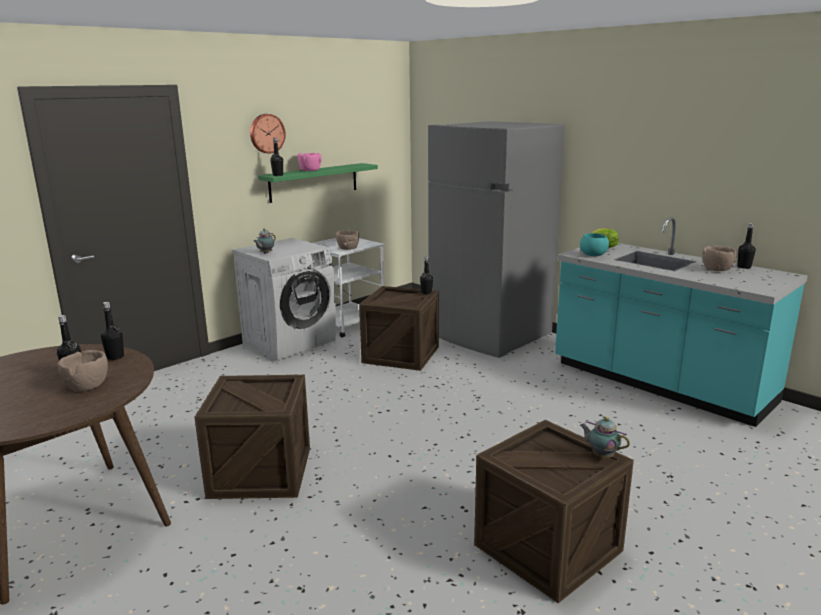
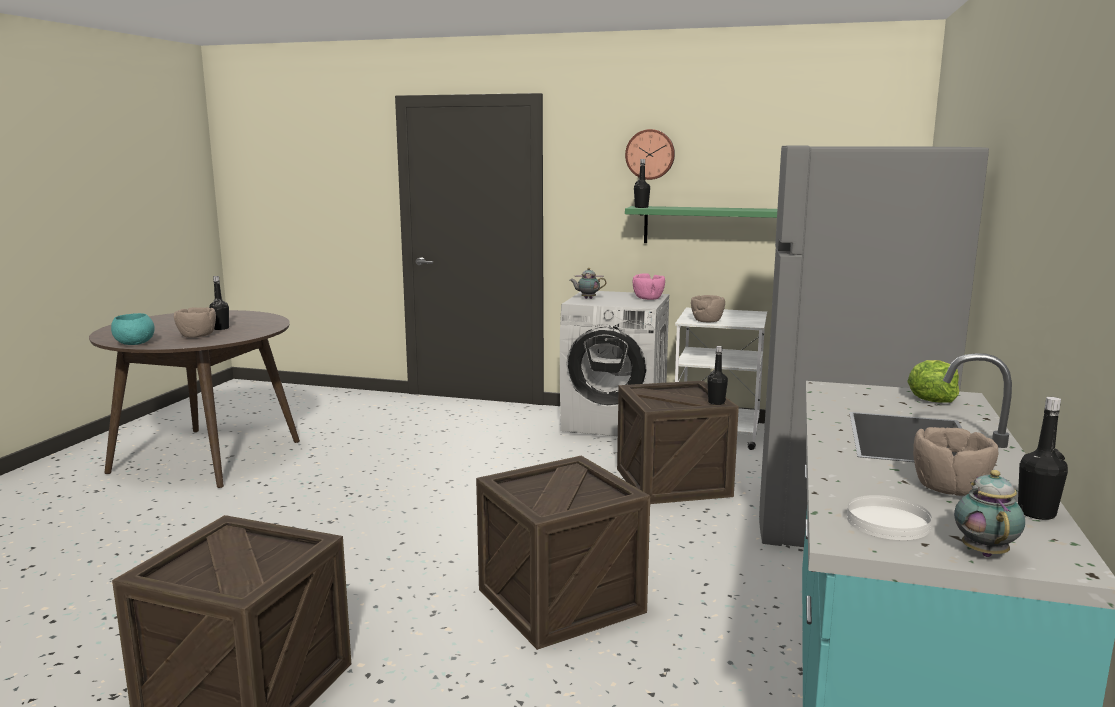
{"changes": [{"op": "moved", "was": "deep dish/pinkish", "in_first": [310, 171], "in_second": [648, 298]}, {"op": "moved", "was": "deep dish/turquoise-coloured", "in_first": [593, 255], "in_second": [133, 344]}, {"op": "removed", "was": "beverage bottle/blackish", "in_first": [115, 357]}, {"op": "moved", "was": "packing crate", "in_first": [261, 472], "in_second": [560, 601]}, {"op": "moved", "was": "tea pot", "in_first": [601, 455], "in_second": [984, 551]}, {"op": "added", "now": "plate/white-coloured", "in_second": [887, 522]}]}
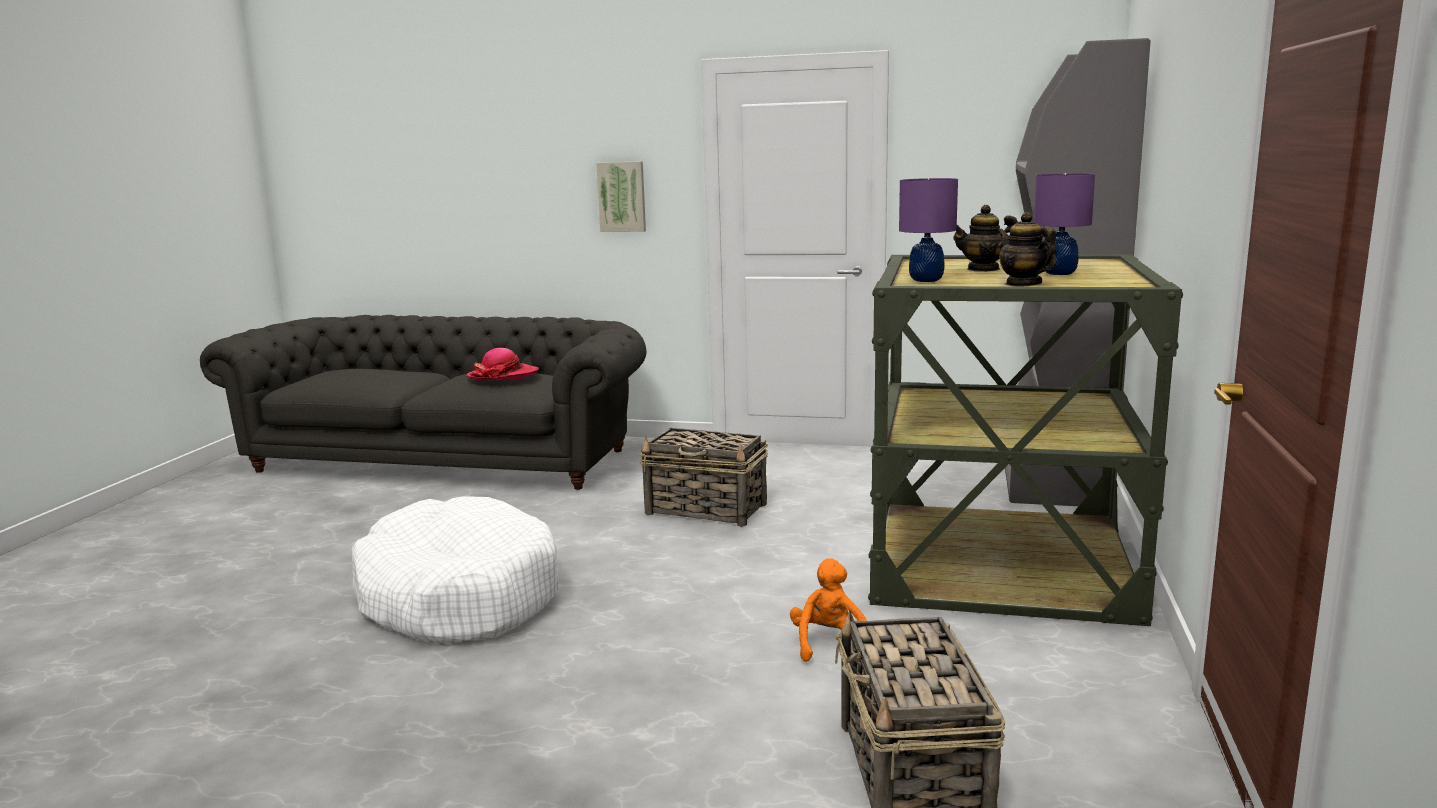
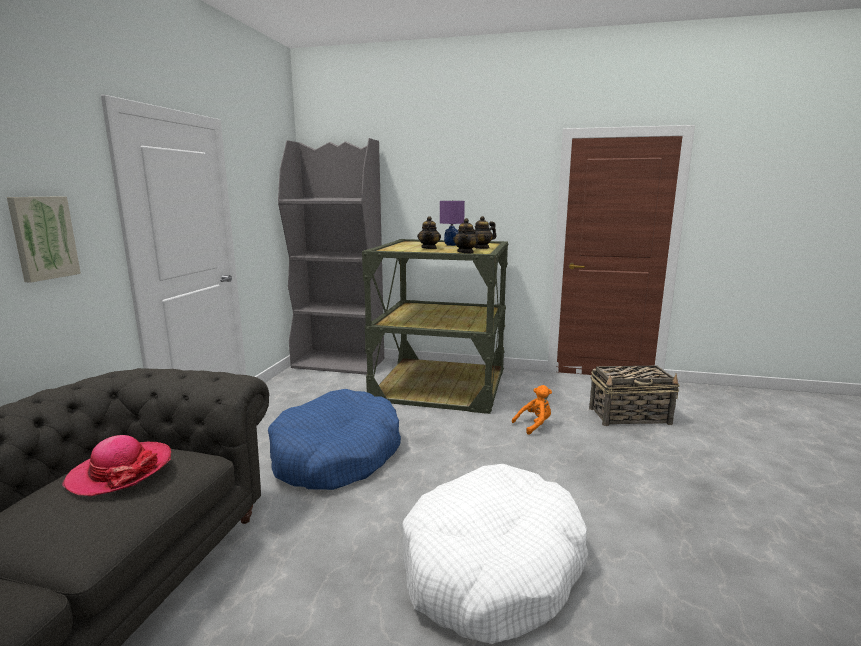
{"changes": [{"op": "replaced", "was": "lamp for a table/purplish", "now": "tea pot", "in_first": [927, 281], "in_second": [465, 252]}, {"op": "replaced", "was": "household basket", "now": "dog bed/blue", "in_first": [707, 509], "in_second": [336, 455]}, {"op": "turned", "was": "soft toy/orange-coloured", "in_first": [828, 645], "in_second": [534, 425], "clockwise": 150}]}
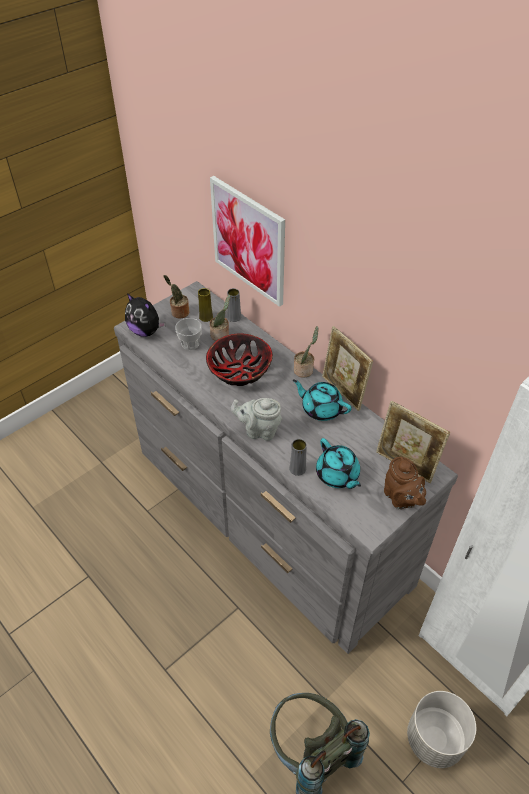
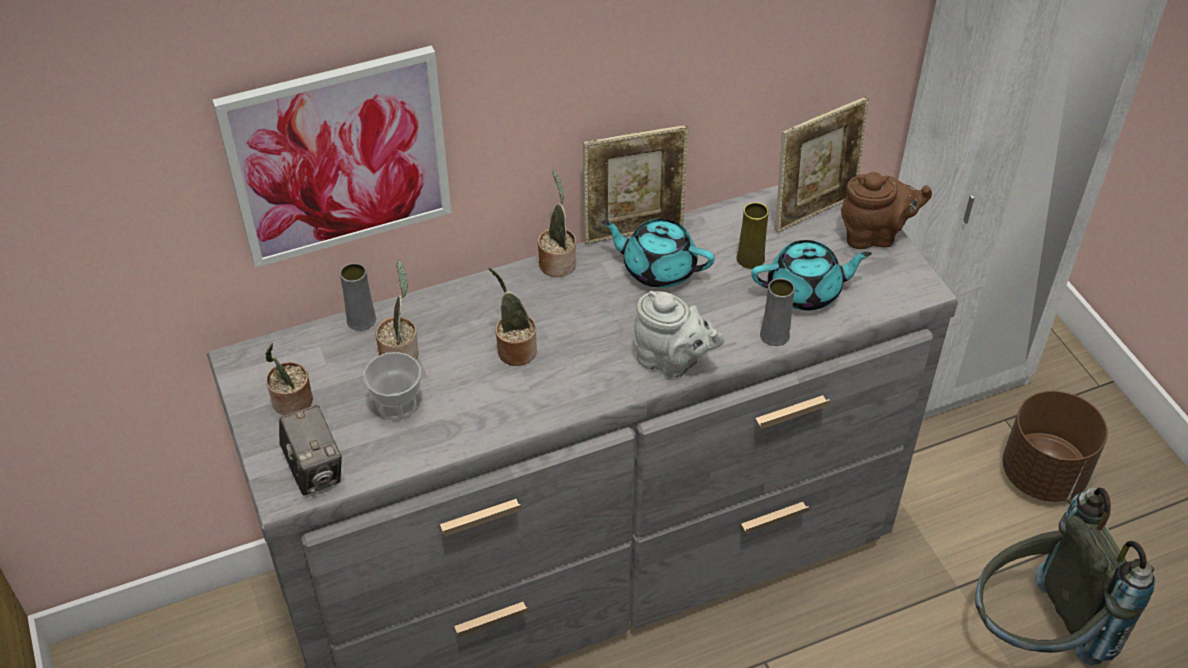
{"changes": [{"op": "moved", "was": "vase/yellow", "in_first": [206, 317], "in_second": [750, 259]}, {"op": "replaced", "was": "soft toy", "now": "still camera", "in_first": [146, 331], "in_second": [315, 470]}, {"op": "replaced", "was": "deep dish", "now": "plant in a pot", "in_first": [240, 371], "in_second": [514, 350]}, {"op": "turned", "was": "tea pot/turquoise-coloured", "in_first": [321, 409], "in_second": [658, 268], "clockwise": 60}, {"op": "turned", "was": "tea pot/grey", "in_first": [259, 431], "in_second": [672, 361], "clockwise": -90}, {"op": "recoloured", "was": "plant pot/grey", "now": "plant pot/brownish", "in_first": [434, 739], "in_second": [1043, 474]}]}
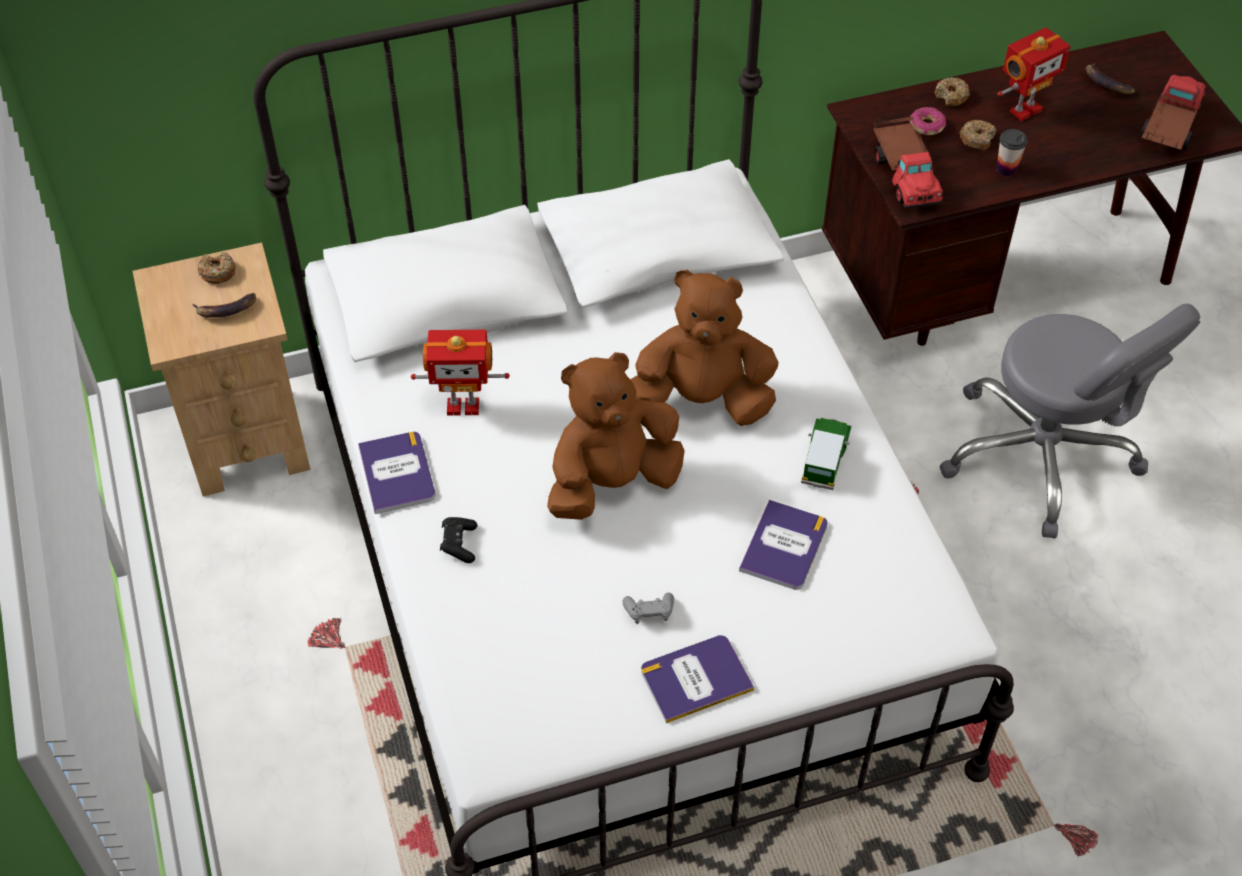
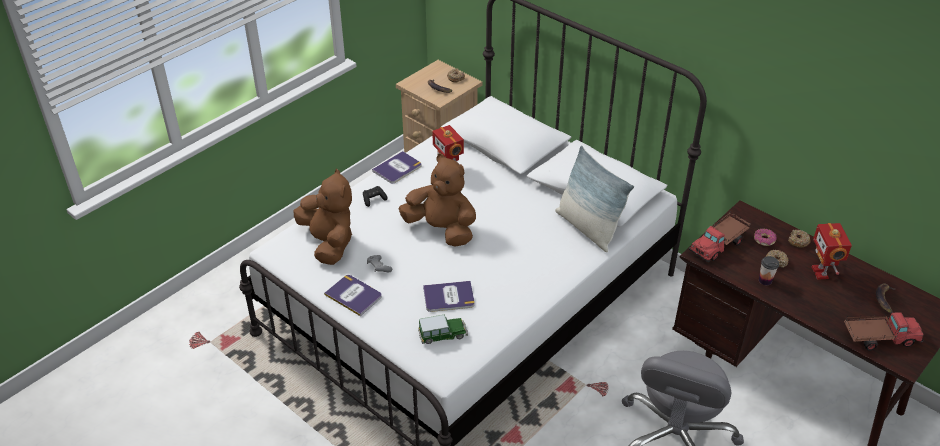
{"changes": [{"op": "turned", "was": "model robot", "in_first": [1024, 109], "in_second": [821, 272], "clockwise": 60}, {"op": "moved", "was": "soft toy/brownish", "in_first": [701, 400], "in_second": [329, 243]}, {"op": "moved", "was": "toy car", "in_first": [825, 458], "in_second": [443, 334]}, {"op": "added", "now": "pillow", "in_second": [587, 228]}]}
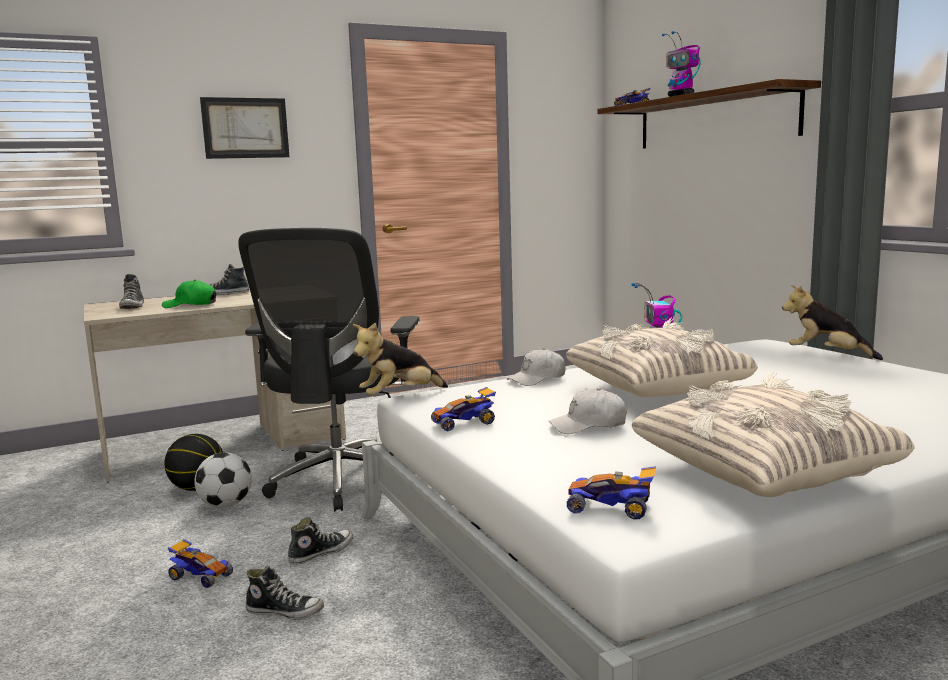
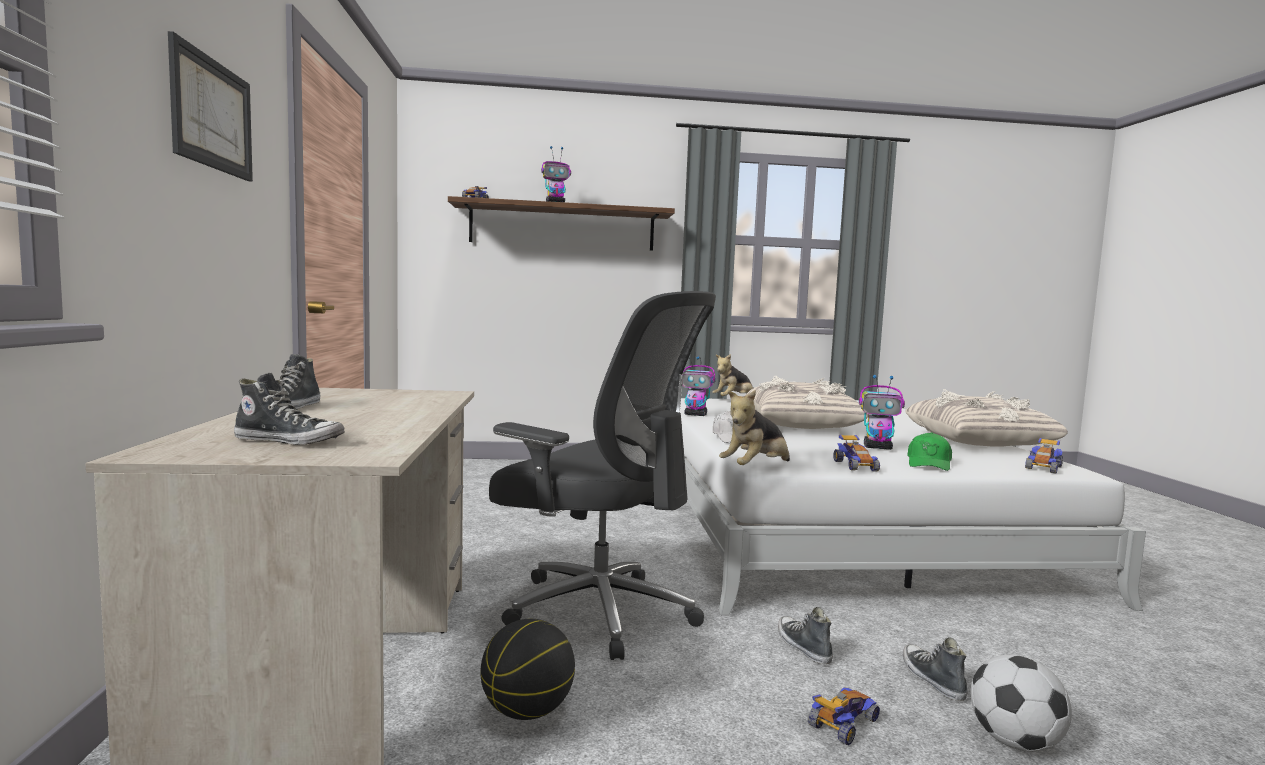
{"changes": [{"op": "moved", "was": "peaked cap/green", "in_first": [190, 305], "in_second": [929, 463]}, {"op": "turned", "was": "soft toy", "in_first": [399, 397], "in_second": [756, 468], "clockwise": 60}, {"op": "replaced", "was": "peaked cap/white-coloured", "now": "model robot", "in_first": [588, 425], "in_second": [878, 447]}, {"op": "moved", "was": "ball for football", "in_first": [226, 505], "in_second": [1014, 742]}, {"op": "turned", "was": "low shoe", "in_first": [285, 612], "in_second": [932, 679], "clockwise": -45}]}
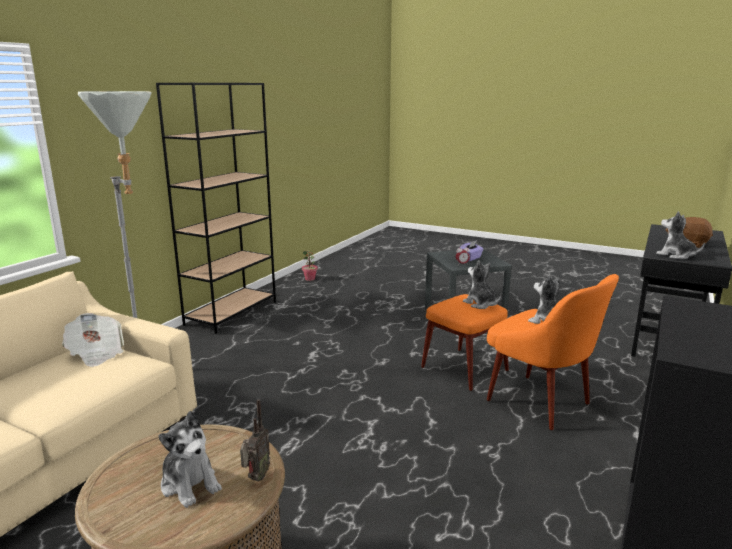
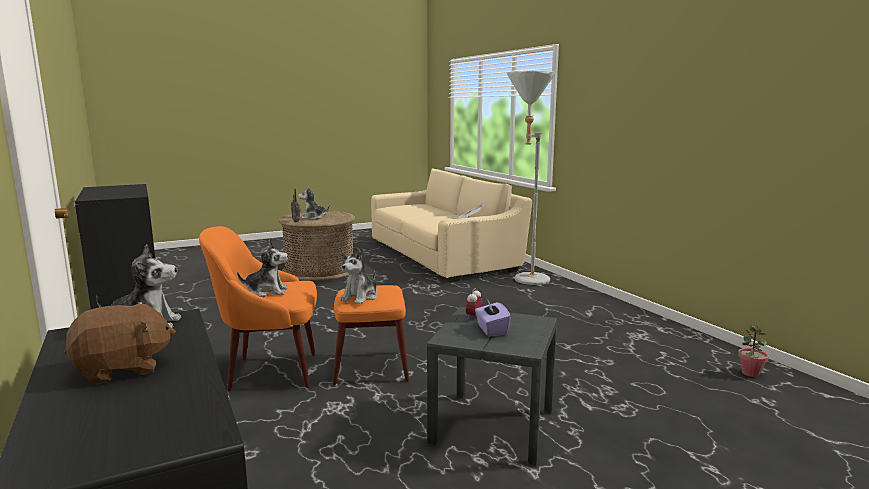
{"changes": [{"op": "removed", "was": "bookshelf/beige", "in_first": [231, 312]}, {"op": "turned", "was": "soft toy", "in_first": [481, 304], "in_second": [360, 297], "clockwise": 120}]}
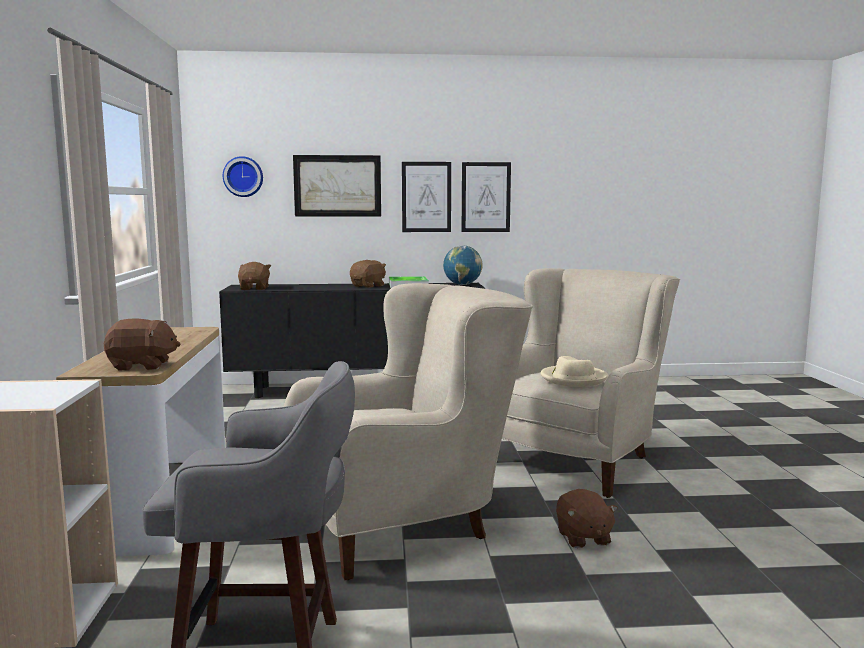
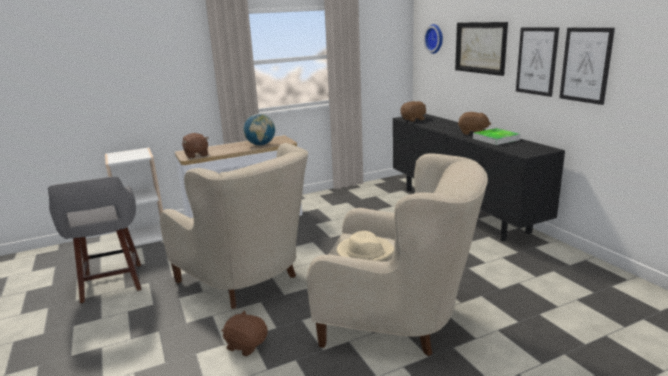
{"changes": [{"op": "moved", "was": "globe", "in_first": [462, 284], "in_second": [261, 145]}, {"op": "turned", "was": "soft toy/brownish", "in_first": [583, 538], "in_second": [246, 345], "clockwise": 60}]}
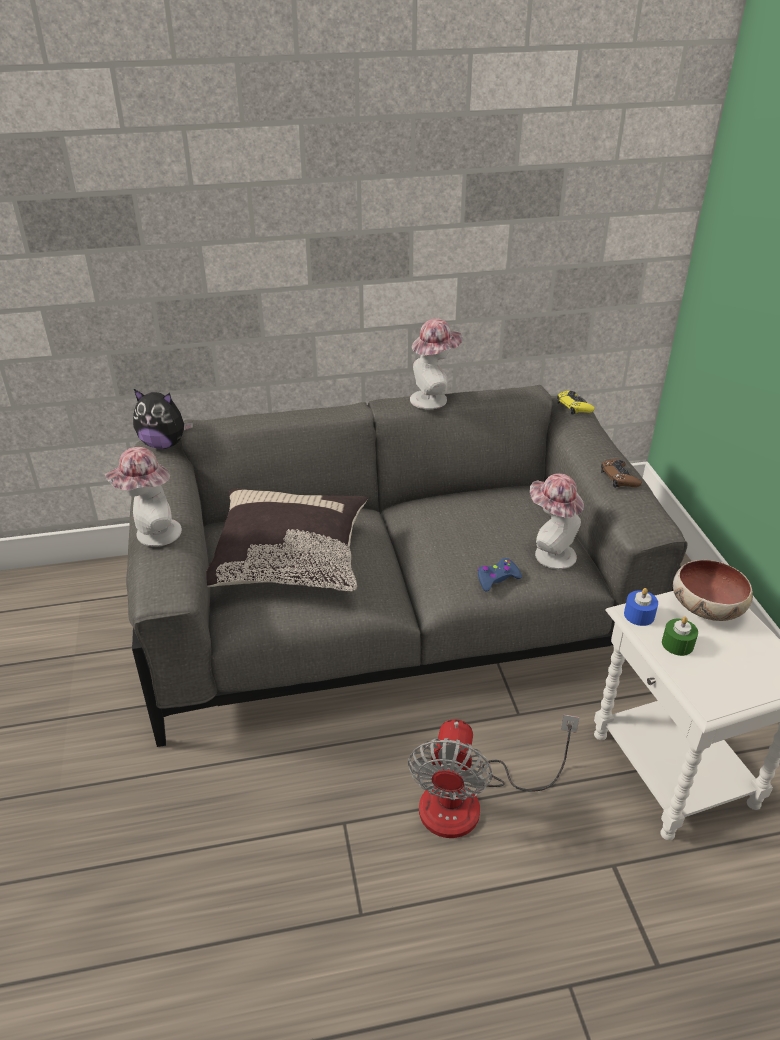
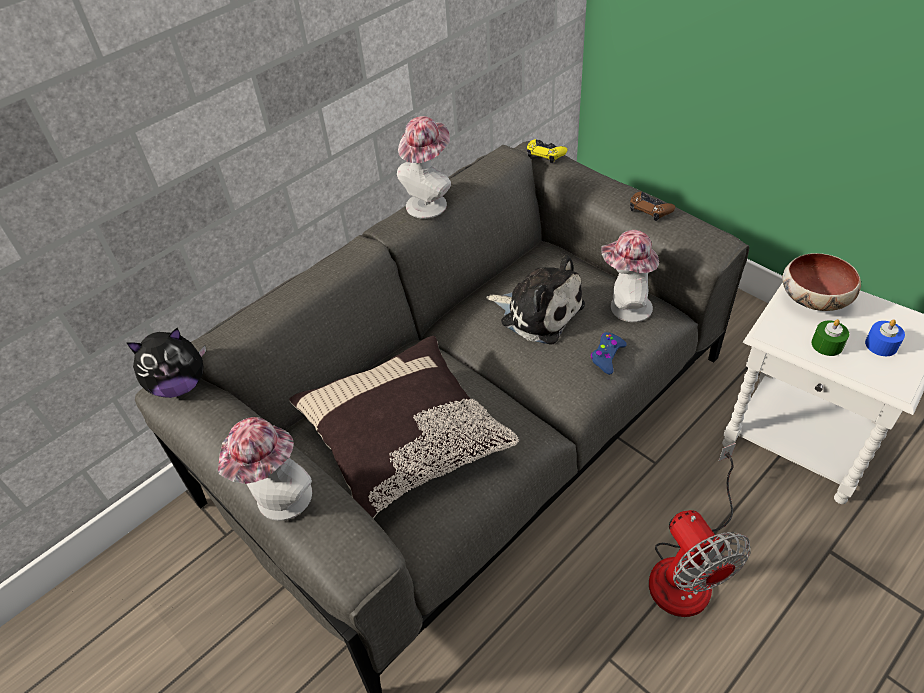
{"changes": [{"op": "moved", "was": "wax light/blue", "in_first": [639, 615], "in_second": [881, 345]}, {"op": "added", "now": "soft toy", "in_second": [538, 312]}]}
